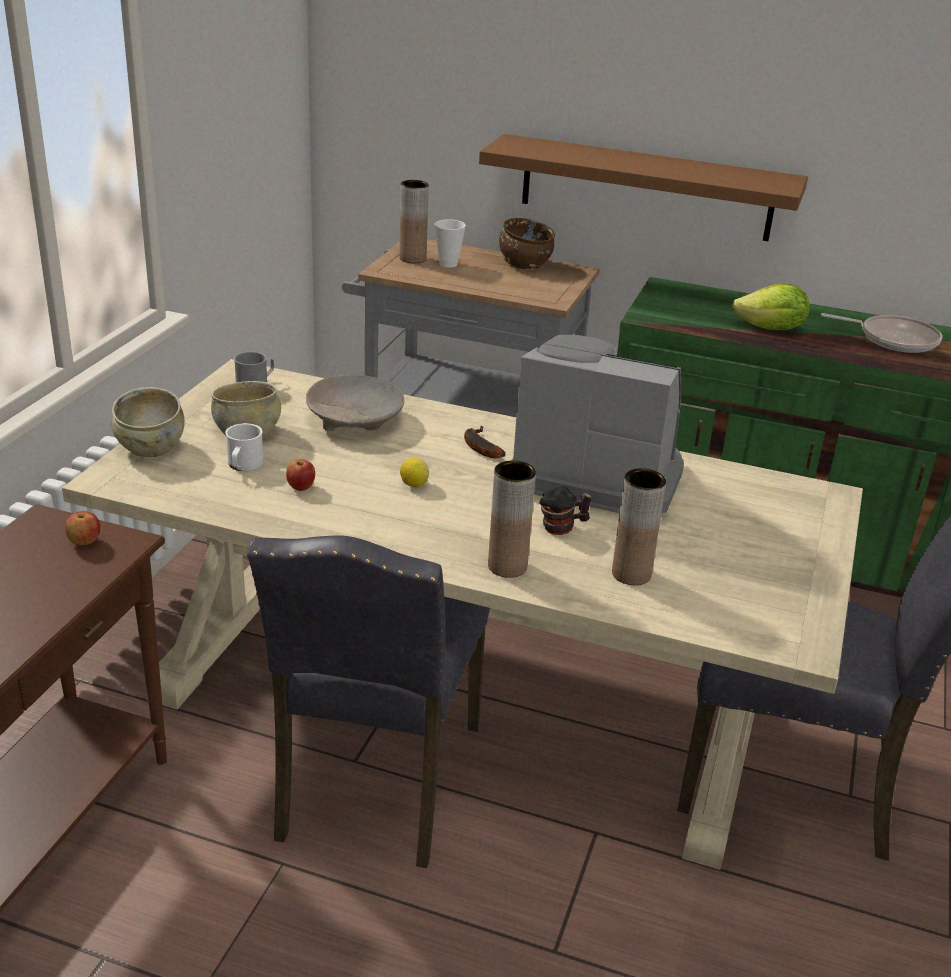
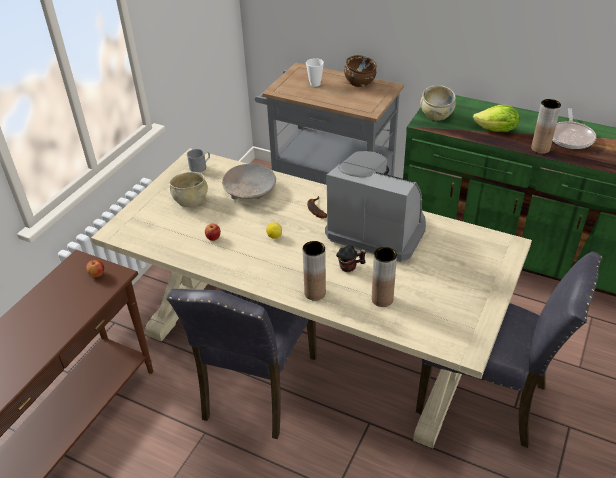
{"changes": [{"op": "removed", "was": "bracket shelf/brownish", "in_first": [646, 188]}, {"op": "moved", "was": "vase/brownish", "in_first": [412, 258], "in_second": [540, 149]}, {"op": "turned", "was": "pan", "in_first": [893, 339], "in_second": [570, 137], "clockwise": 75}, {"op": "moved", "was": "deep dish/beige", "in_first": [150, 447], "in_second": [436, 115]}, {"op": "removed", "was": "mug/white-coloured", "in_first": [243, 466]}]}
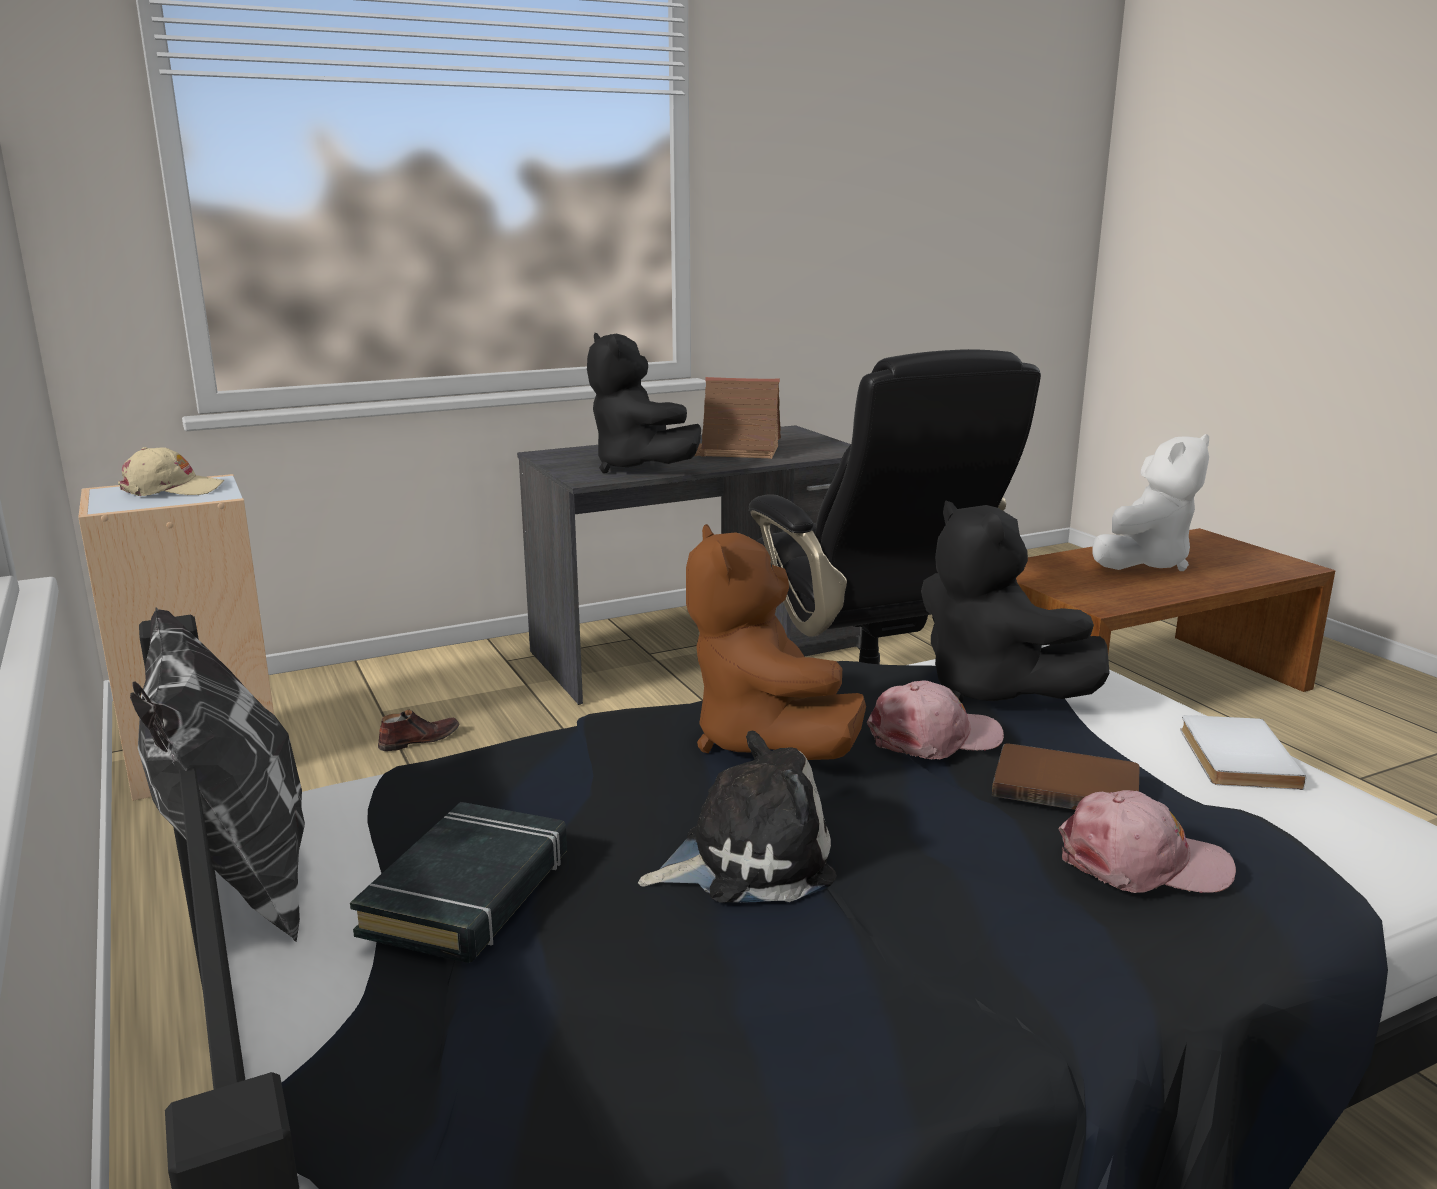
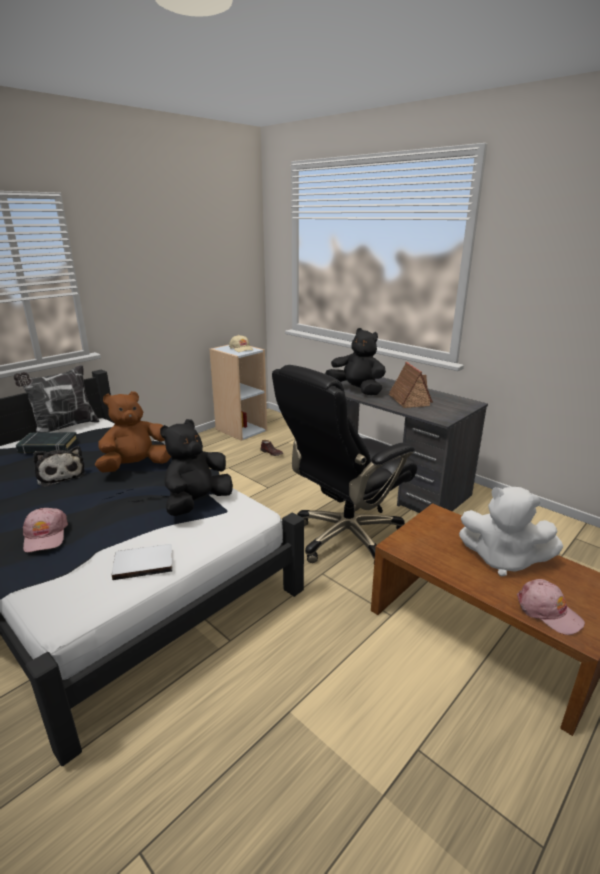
{"changes": [{"op": "turned", "was": "soft toy/blackish", "in_first": [637, 467], "in_second": [357, 390], "clockwise": 90}, {"op": "moved", "was": "peaked cap/pinkish", "in_first": [934, 738], "in_second": [548, 611]}, {"op": "removed", "was": "book/brownish", "in_first": [1066, 784]}]}
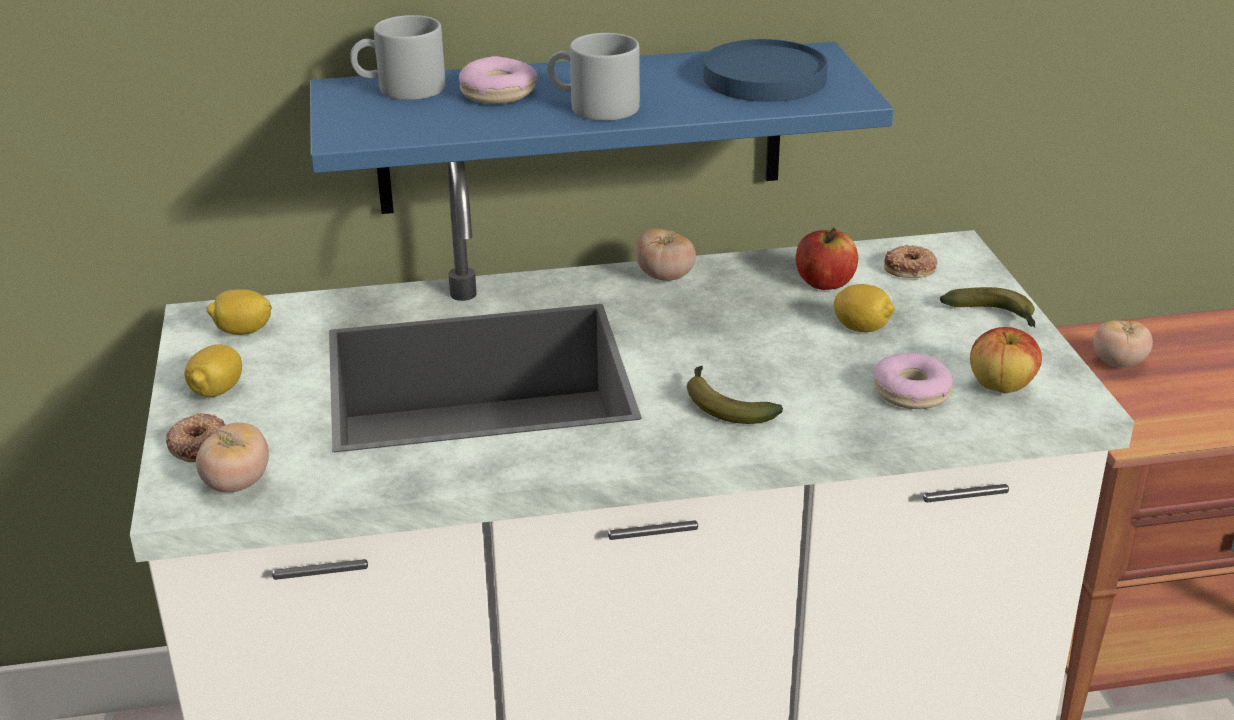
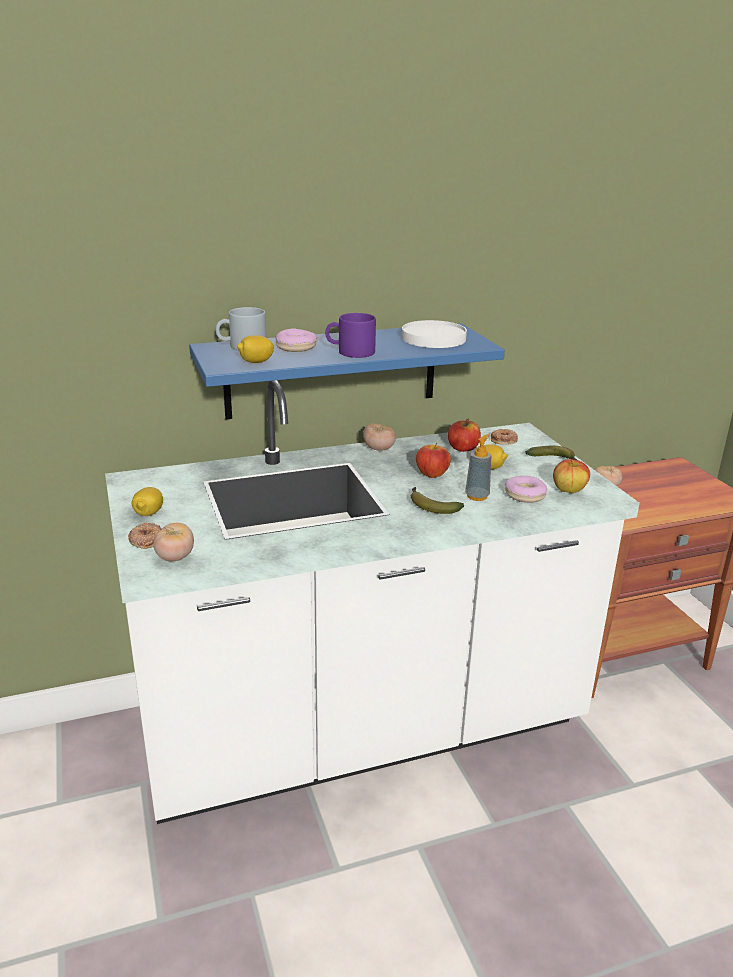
{"changes": [{"op": "recoloured", "was": "mug/grey", "now": "mug/purplish", "in_first": [593, 107], "in_second": [350, 352]}, {"op": "recoloured", "was": "plate/blue", "now": "plate/white-coloured", "in_first": [764, 78], "in_second": [433, 338]}, {"op": "moved", "was": "whole lemon", "in_first": [243, 331], "in_second": [256, 362]}, {"op": "added", "now": "soap bottle", "in_second": [477, 496]}, {"op": "added", "now": "apple fruit", "in_second": [432, 474]}]}
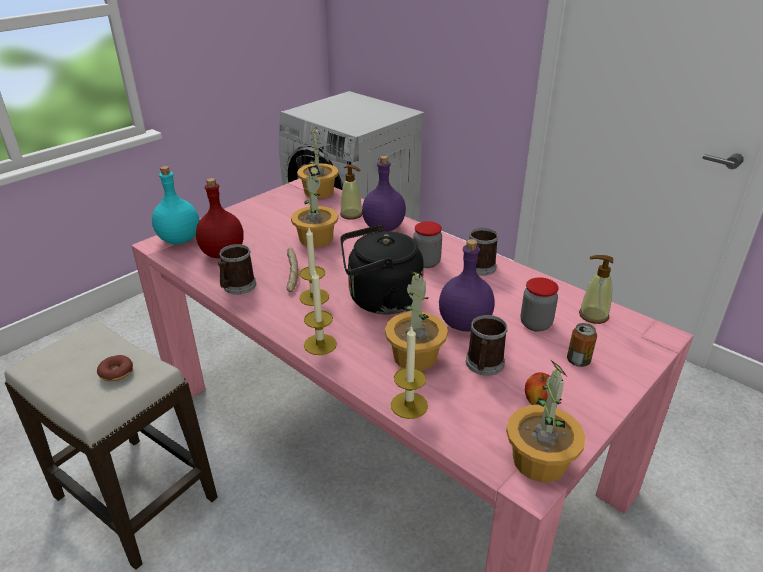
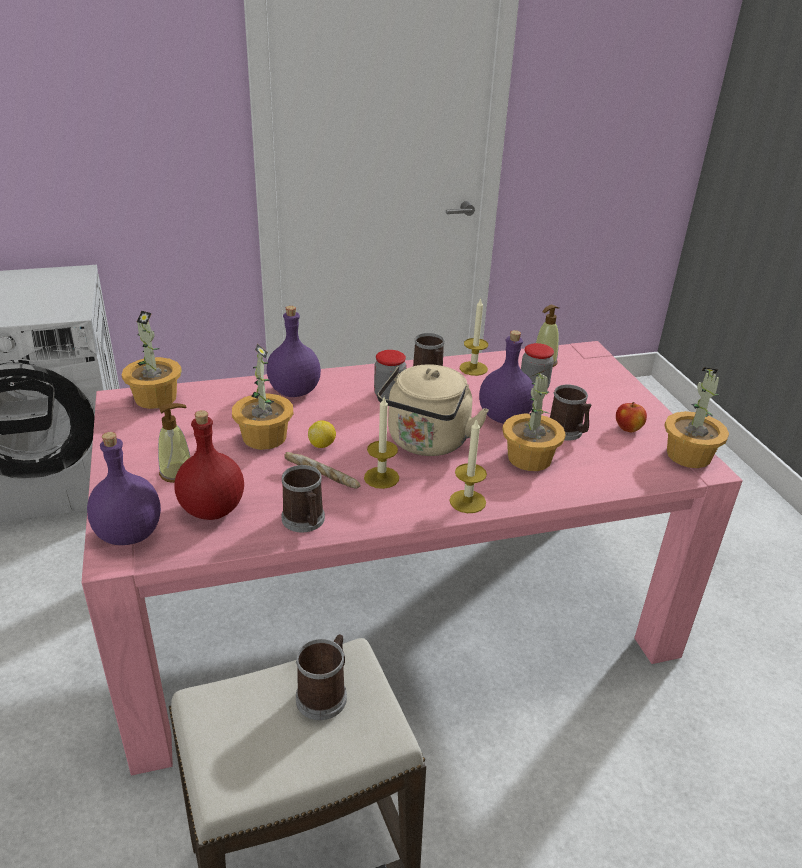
{"changes": [{"op": "moved", "was": "soap bottle", "in_first": [351, 215], "in_second": [177, 473]}, {"op": "recoloured", "was": "beverage bottle/turquoise-coloured", "now": "beverage bottle/purplish", "in_first": [179, 239], "in_second": [128, 534]}, {"op": "recoloured", "was": "water kettle/blackish", "now": "water kettle/beige", "in_first": [380, 300], "in_second": [426, 443]}, {"op": "removed", "was": "sealed can", "in_first": [578, 361]}, {"op": "moved", "was": "wax light", "in_first": [409, 405], "in_second": [473, 368]}, {"op": "replaced", "was": "ring doughnut", "now": "mug", "in_first": [116, 373], "in_second": [325, 694]}, {"op": "added", "now": "whole lemon", "in_second": [322, 445]}]}
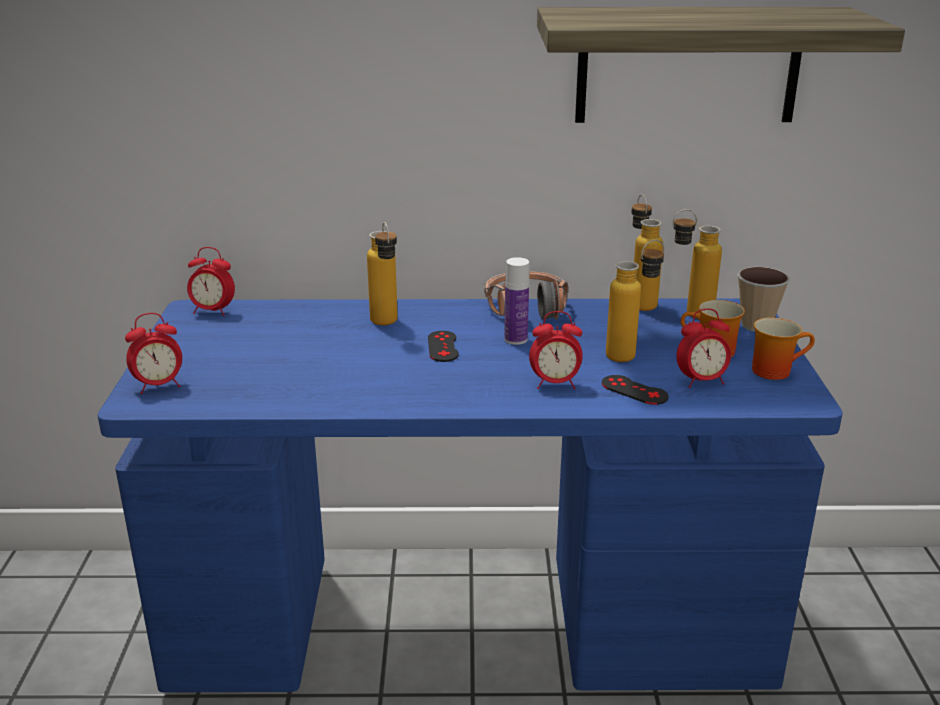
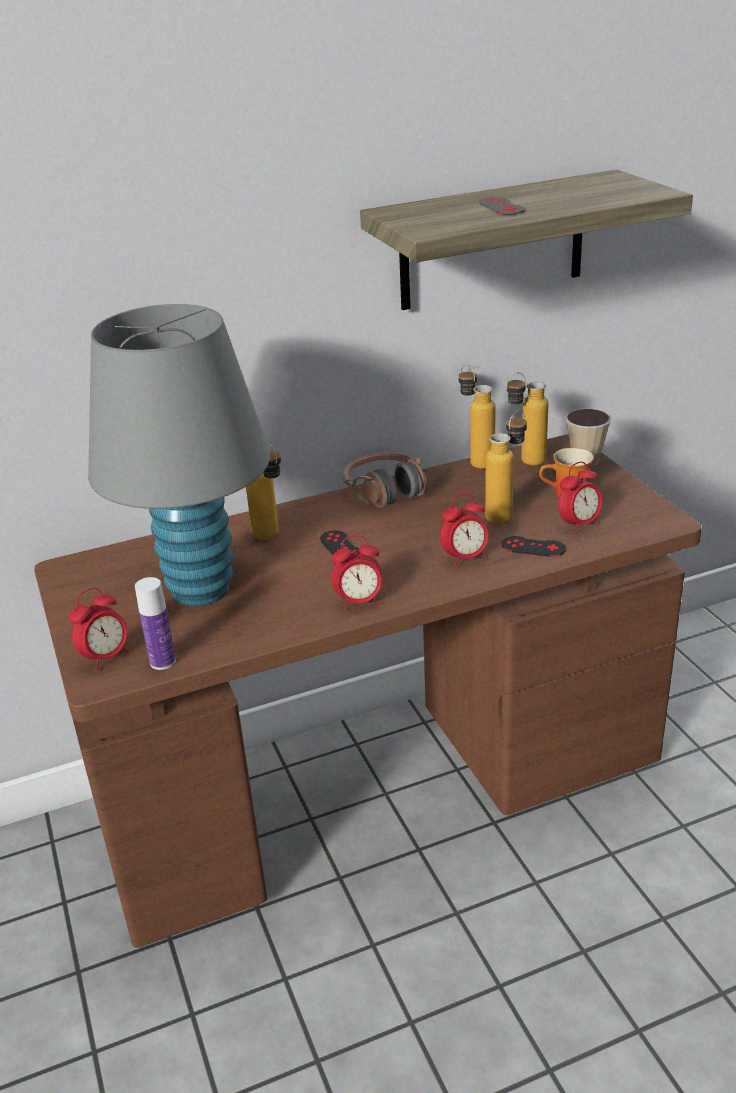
{"changes": [{"op": "moved", "was": "alarm clock", "in_first": [213, 311], "in_second": [359, 602]}, {"op": "moved", "was": "beverage bottle", "in_first": [515, 339], "in_second": [163, 661]}, {"op": "recoloured", "was": "desk unit/blue", "now": "desk unit/brownish", "in_first": [470, 626], "in_second": [382, 791]}, {"op": "removed", "was": "mug", "in_first": [774, 370]}, {"op": "added", "now": "game controller/grey", "in_second": [501, 207]}, {"op": "added", "now": "lamp for a table/grey", "in_second": [200, 590]}]}
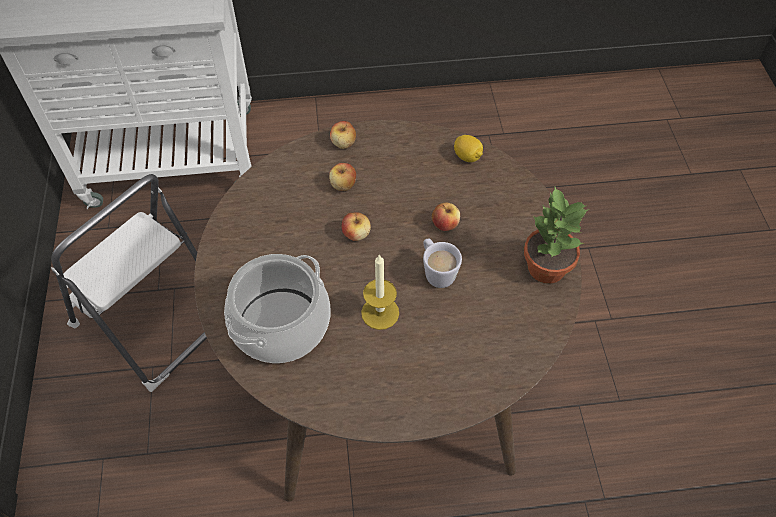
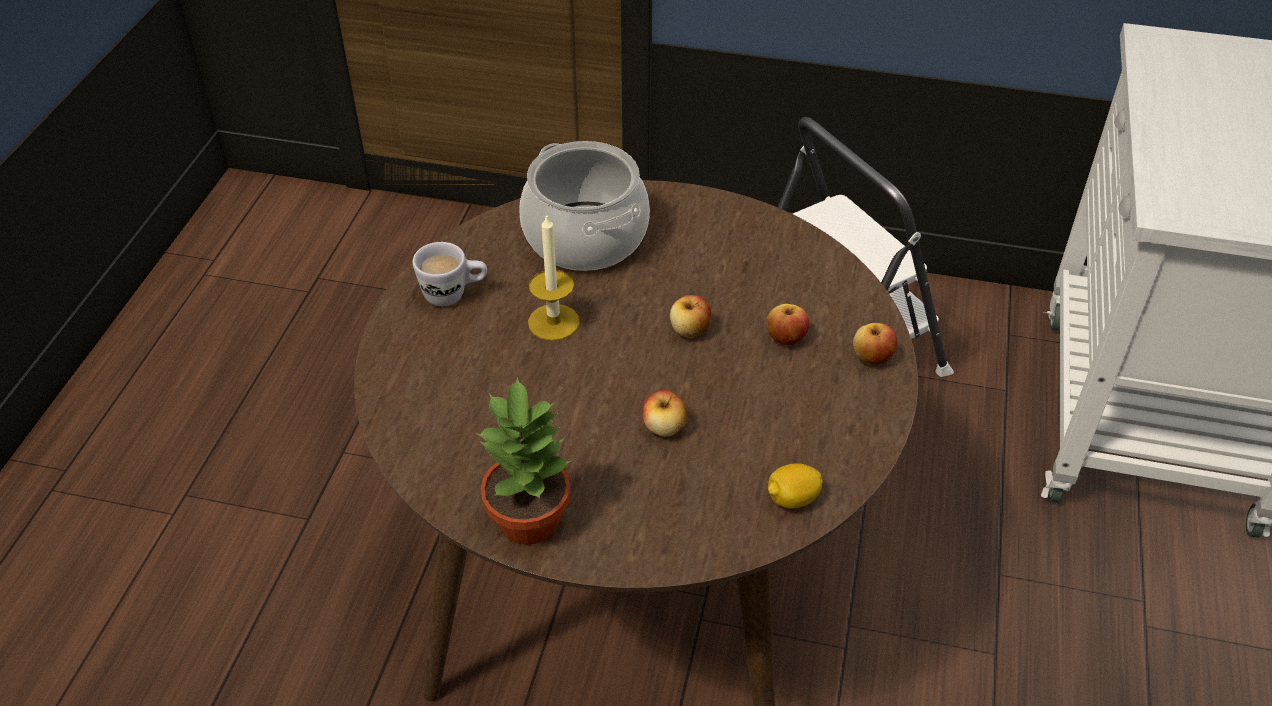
{"changes": [{"op": "moved", "was": "mug/white-coloured", "in_first": [437, 272], "in_second": [454, 294]}]}
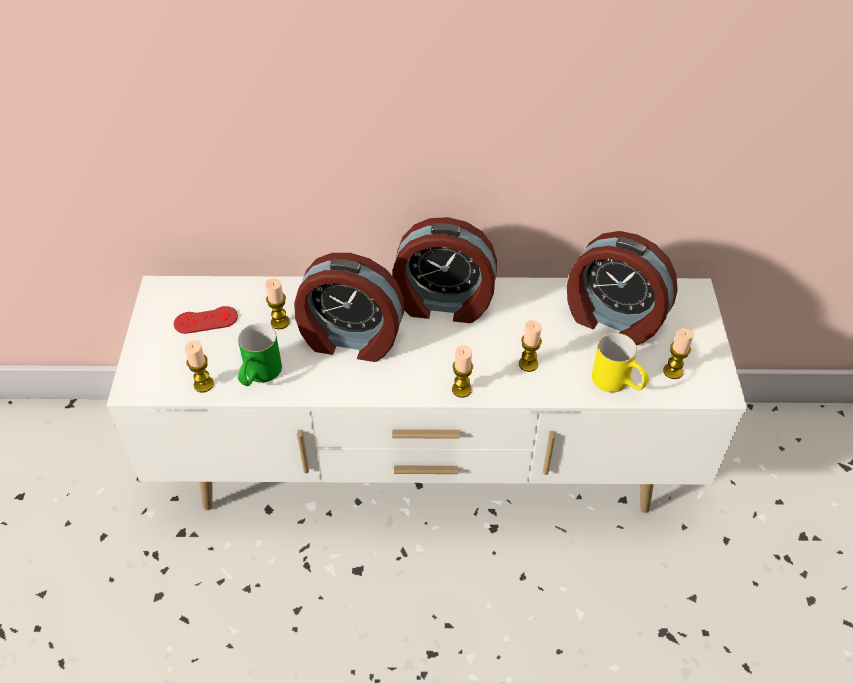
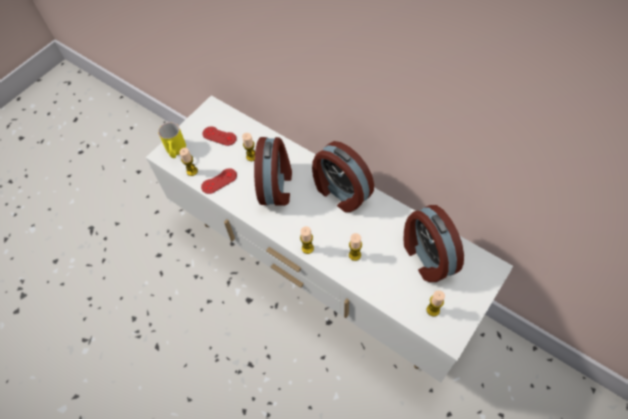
{"changes": [{"op": "turned", "was": "alarm clock", "in_first": [350, 340], "in_second": [277, 186], "clockwise": -135}, {"op": "replaced", "was": "mug/green", "now": "game controller/reddish", "in_first": [259, 376], "in_second": [219, 181]}, {"op": "moved", "was": "mug/yellow", "in_first": [618, 383], "in_second": [176, 151]}]}
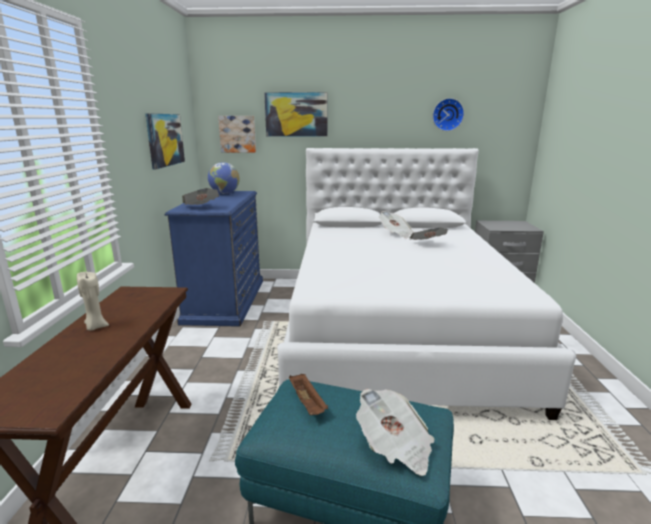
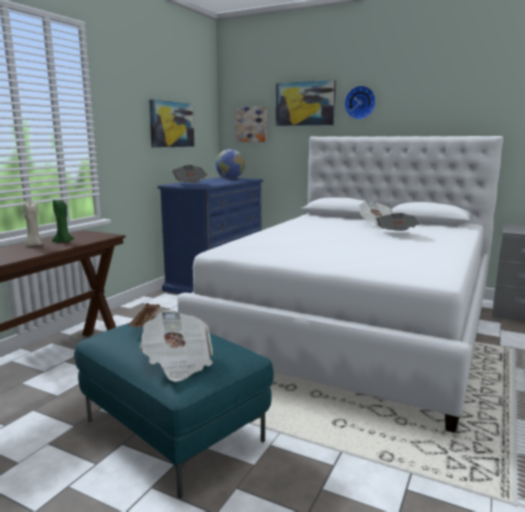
{"changes": [{"op": "moved", "was": "hanging clock", "in_first": [447, 114], "in_second": [360, 102]}, {"op": "added", "now": "wax light/green", "in_second": [64, 242]}]}
